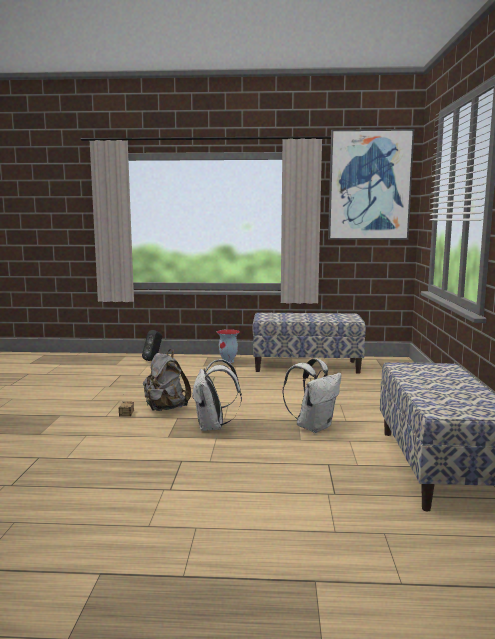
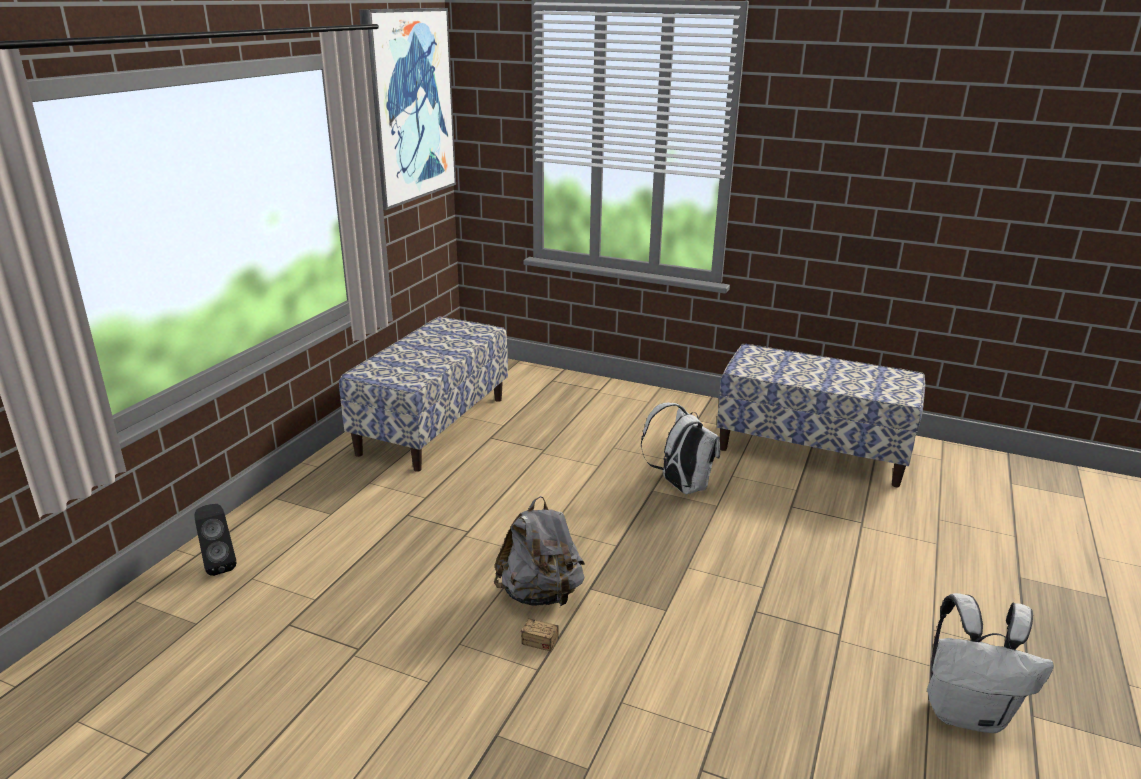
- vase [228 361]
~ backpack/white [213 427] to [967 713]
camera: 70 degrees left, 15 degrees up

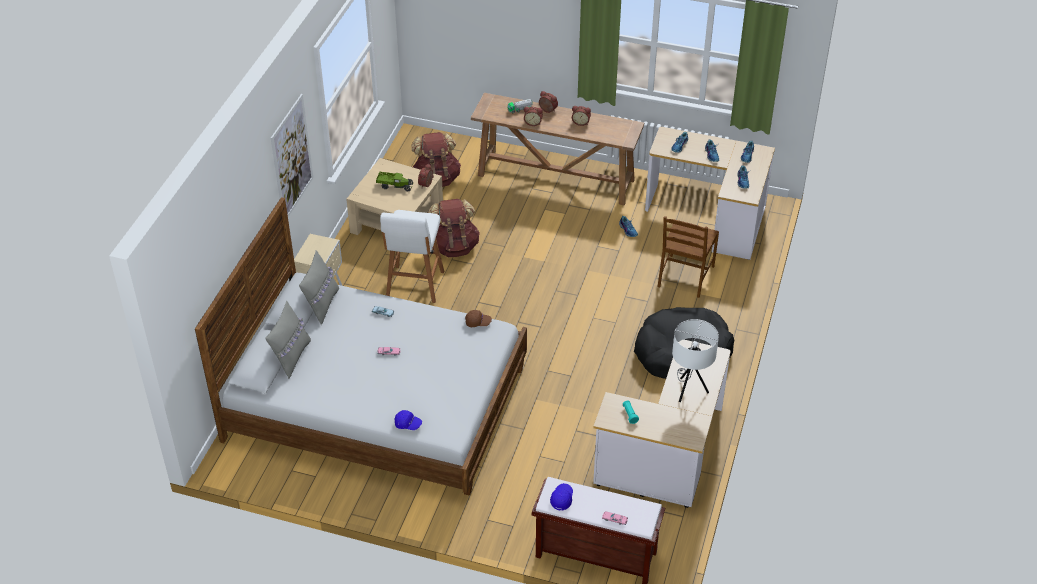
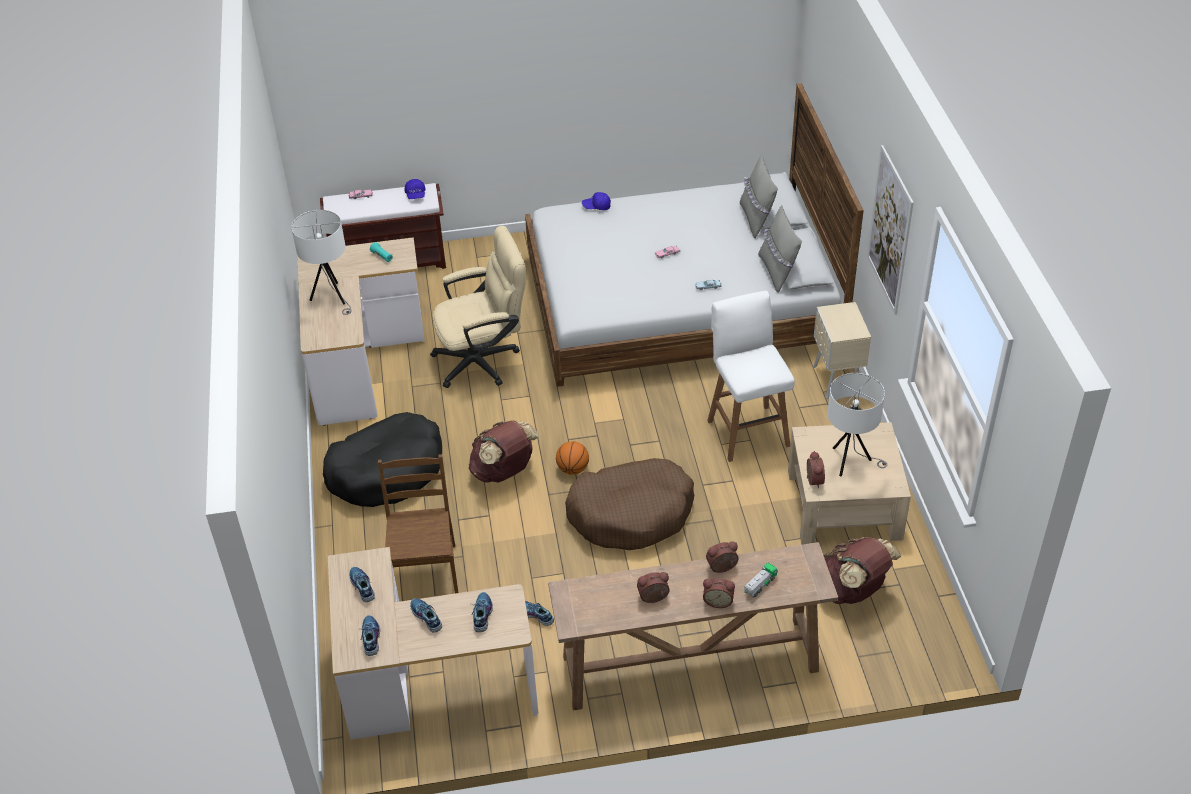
- cap/brown [478 322]
+ office chair/beige [484 360]
+ basketball [573 469]
+ dog bed/brown [631 513]
~ backpack/brown [454 246] to [504 472]
~ toy truck [395 186] to table lamp/white [850 462]
camera: 155 degrees right, 0 degrees up

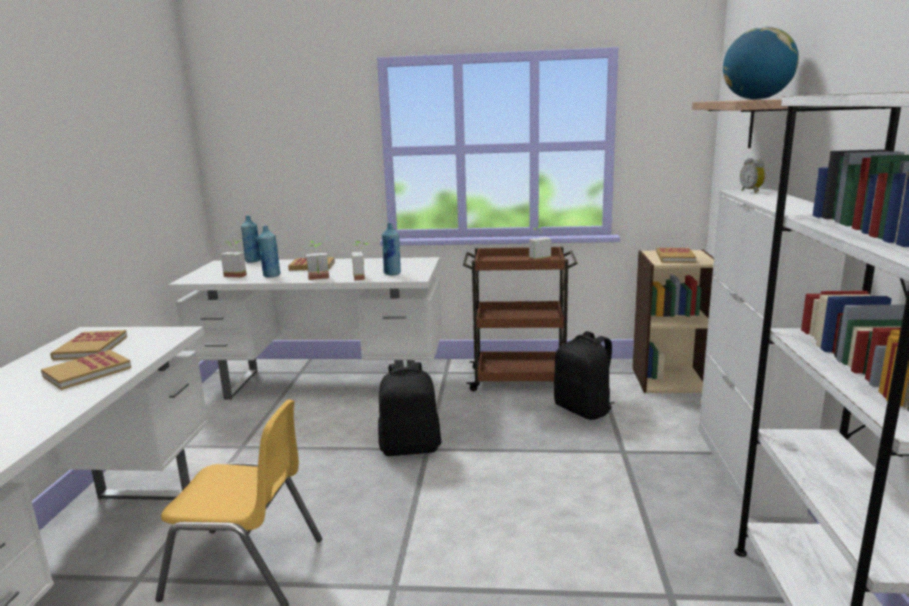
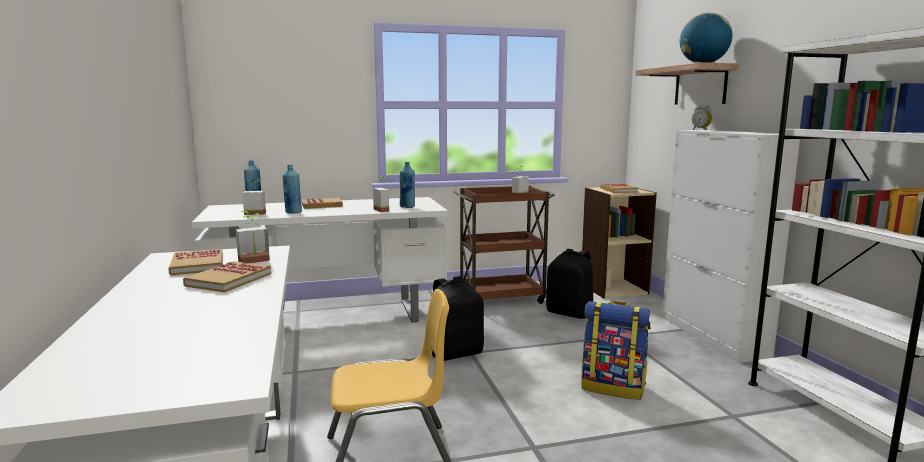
+ backpack [613 387]
~ potted plant [319 278] to [255 262]
camera: 20 degrees left, 5 degrees down

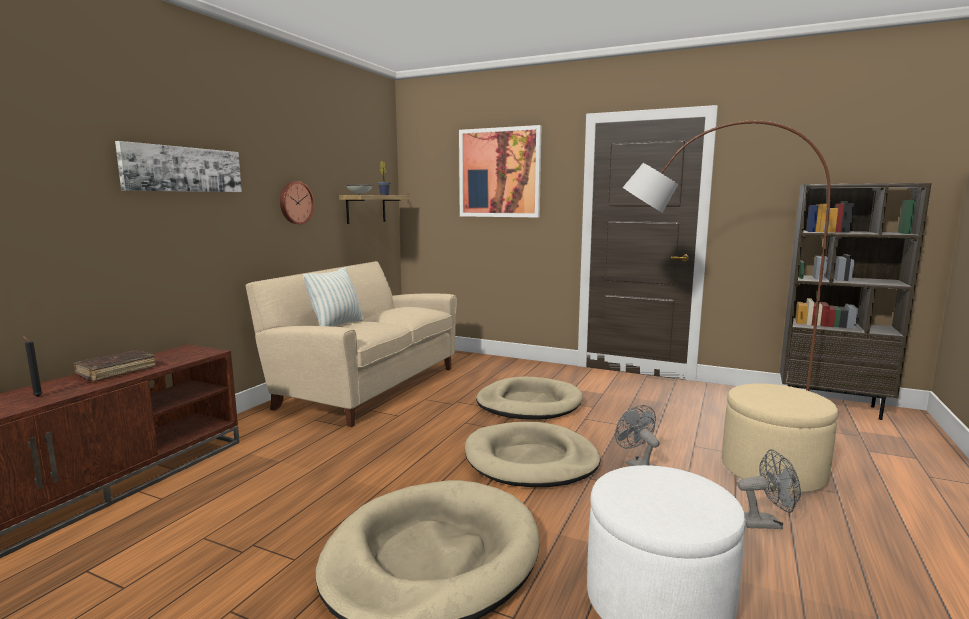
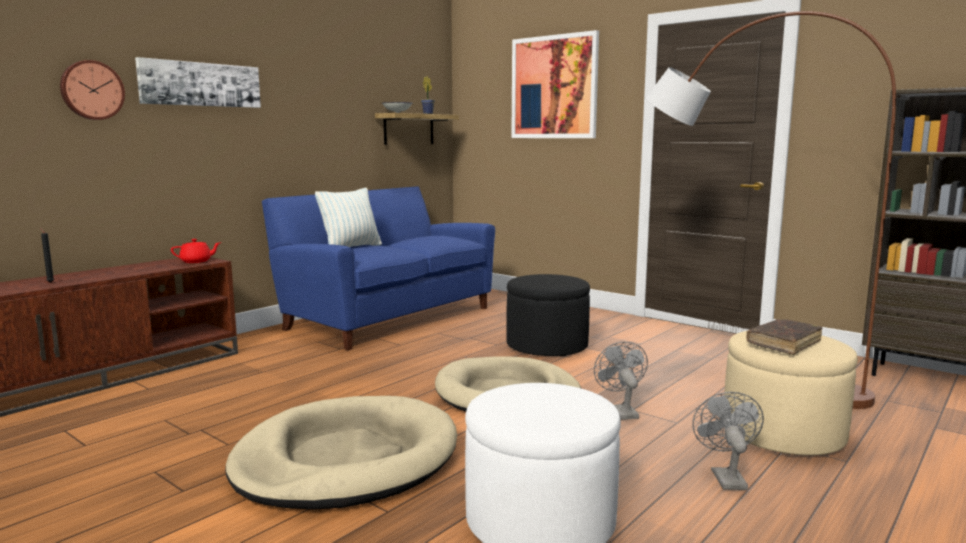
+ teapot/red [196 261]
~ book/brown [117 371] to [783 343]
~ wall clock [295 202] to [91 90]
~ dog bed/beige [529 403] to ottoman/black [547 346]
~ sofa/beige [367 387] to sofa/blue [388 318]
~ fan/grey [766 523] = [725 477] 105 degrees counterclockwise
camera: 15 degrees right, 0 degrees up

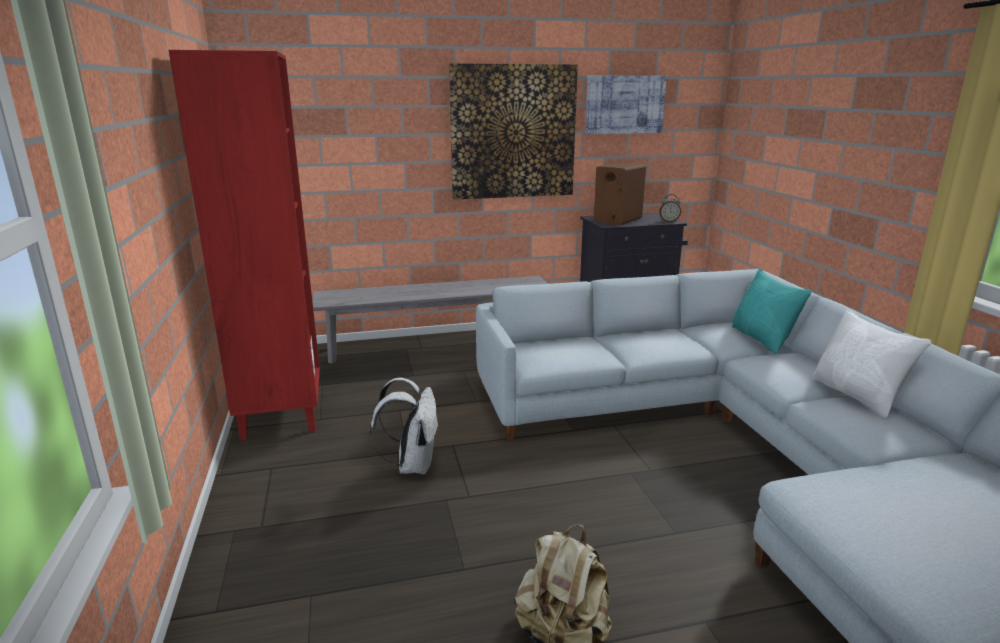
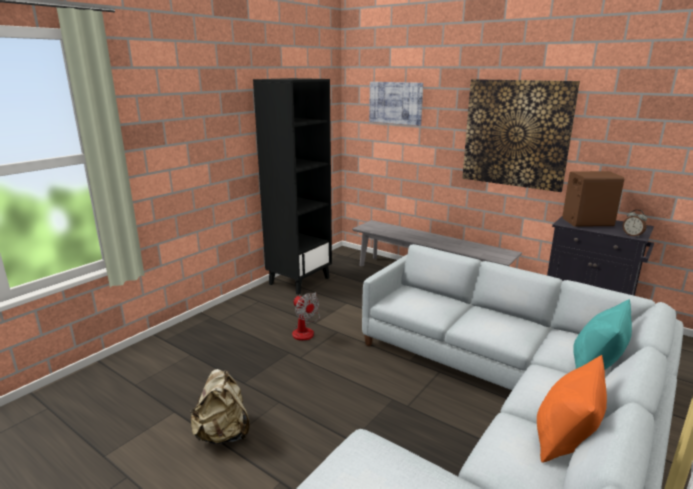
~ picture [624 104] to [395 103]
~ backpack/white [412 465] to fan [305 330]
~ bookcase/red [281 415] to bookcase/black [299 280]
~ pillow/white [857 396] to pillow/orange [565 439]
camera: 50 degrees right, 0 degrees up

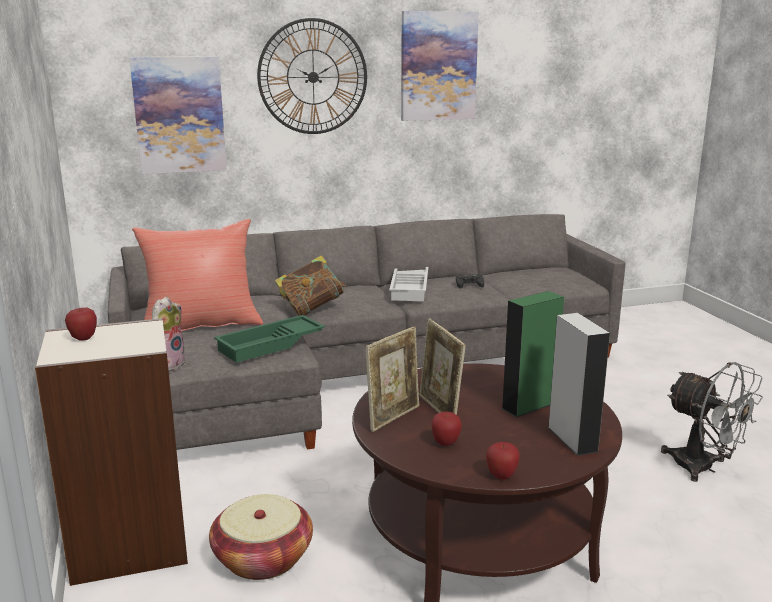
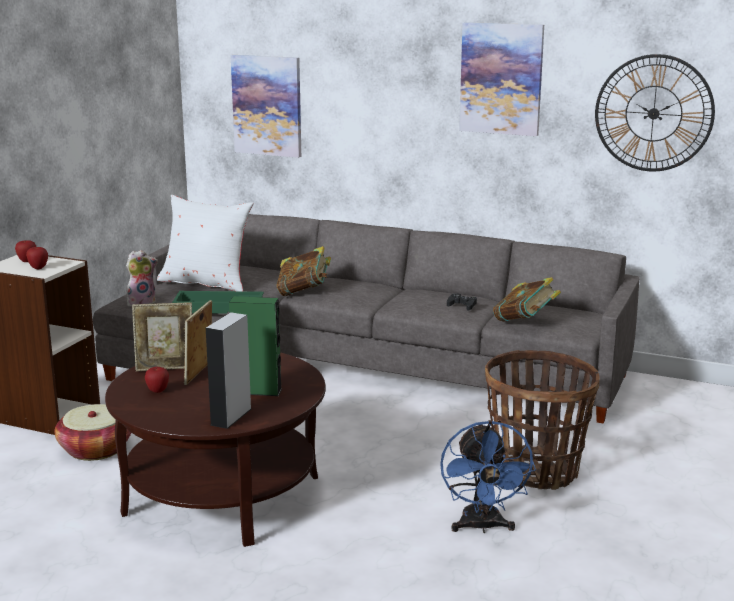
- tray/white [411 288]
+ basket [536 471]
+ book [525 323]
~ wall clock [313 77] to [653 113]
~ apple [501 476] to [38 268]
~ pillow/red [201 325] to pillow/white [206 283]
~ fan/grey [703 468] to fan/blue [482 527]
camera: 40 degrees right, 0 degrees up

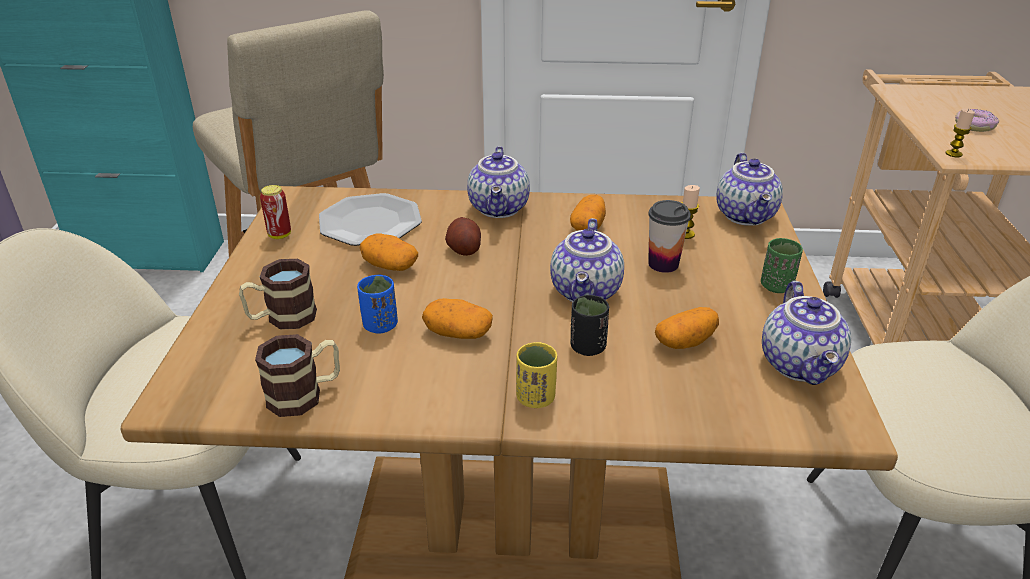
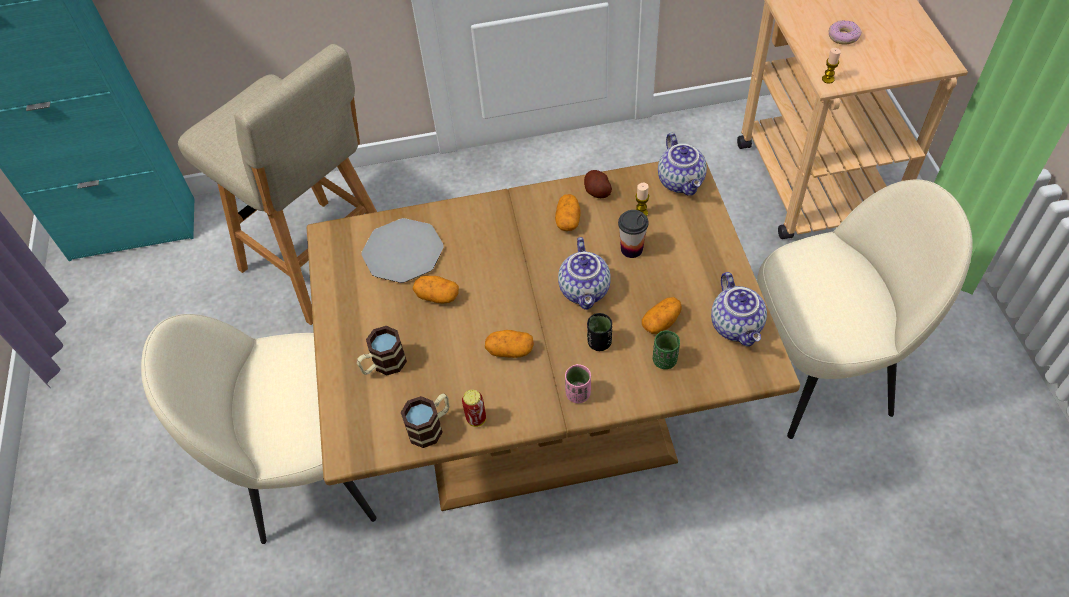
- cup/blue [380 325]
- teapot [500 209]
~ can [280 235] to [476 419]
~ potato [464 249] to [597 191]
~ cup/green [776 286] to [664 360]
~ cup/yellow [535 398] to cup/pink [578 394]
camera: 10 degrees left, 20 degrees up

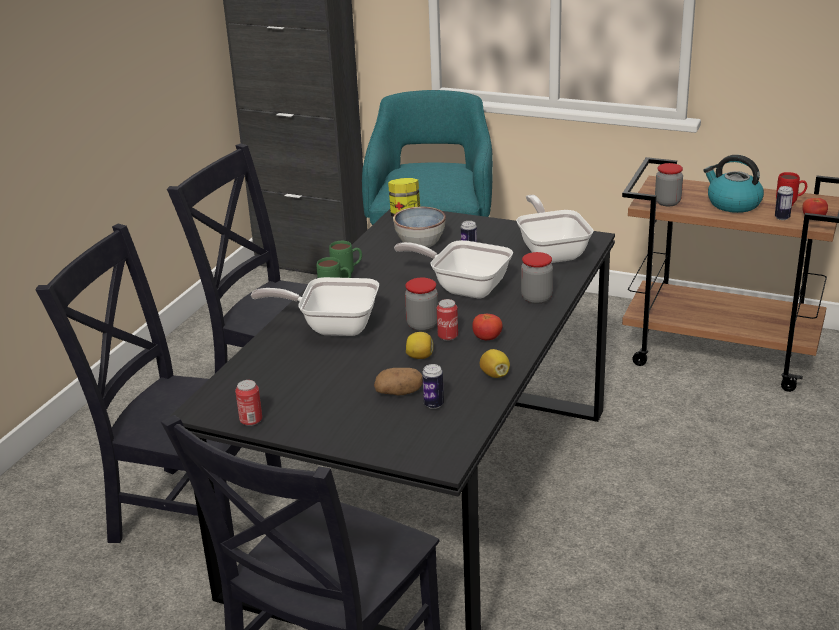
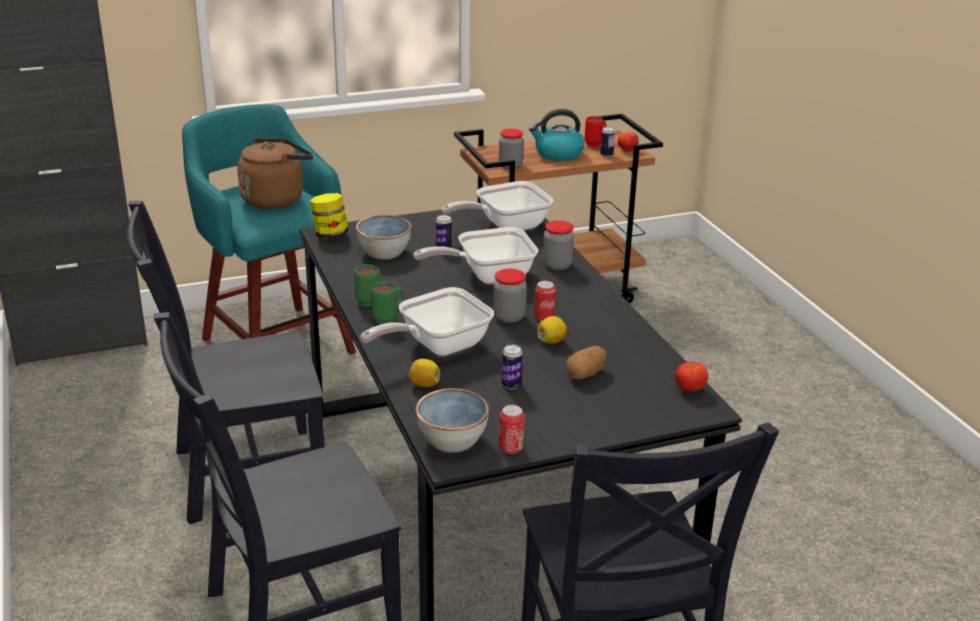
+ kettle/brown [276 199]
+ bowl [451 440]
~ can [433 404] to [511 385]
~ tomato [487 339] to [689 389]
~ lemon [495 375] to [424 384]
~ frying pan [551 252] = [505 226] 60 degrees counterclockwise
camera: 45 degrees left, 0 degrees up

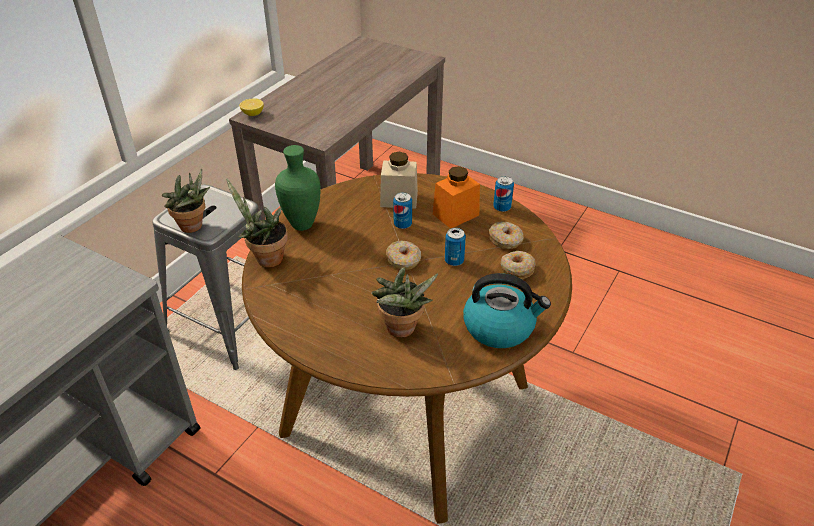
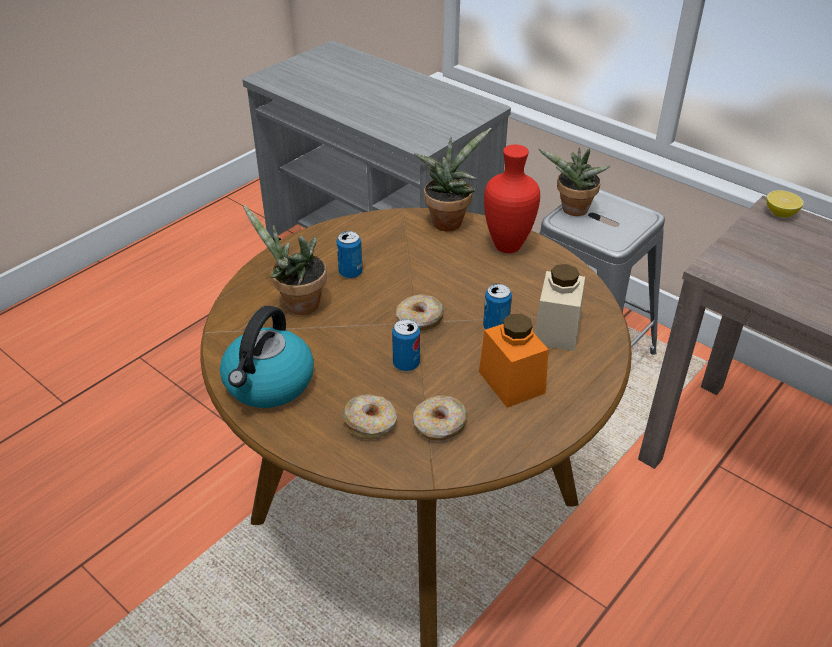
~ can [502 207] to [350 273]
~ vase/green [302 224] to vase/red [509 246]
camera: 100 degrees right, 0 degrees up

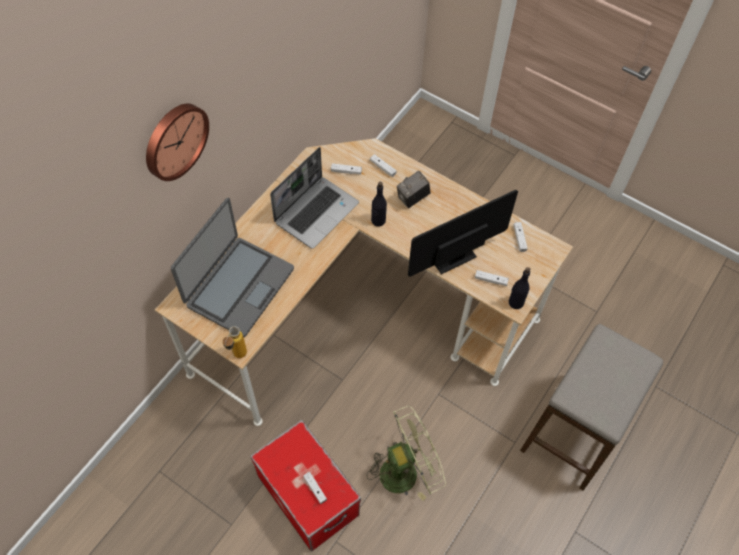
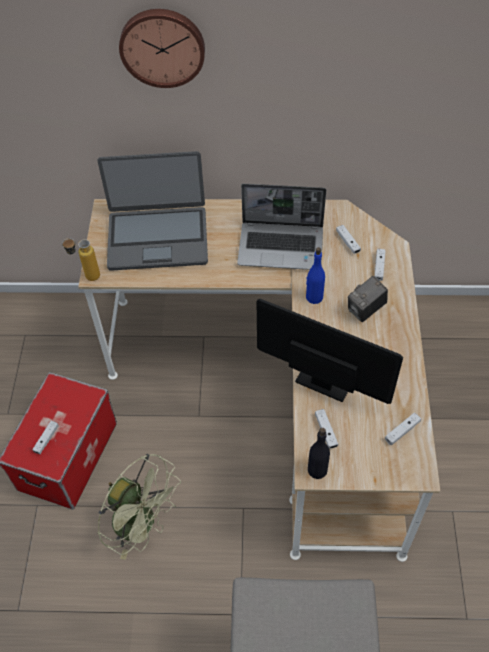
~ bottle/black [378 220] to bottle/blue [314 297]
~ photo camera [412 198] = [365 310] 60 degrees counterclockwise
camera: 60 degrees right, 5 degrees down

